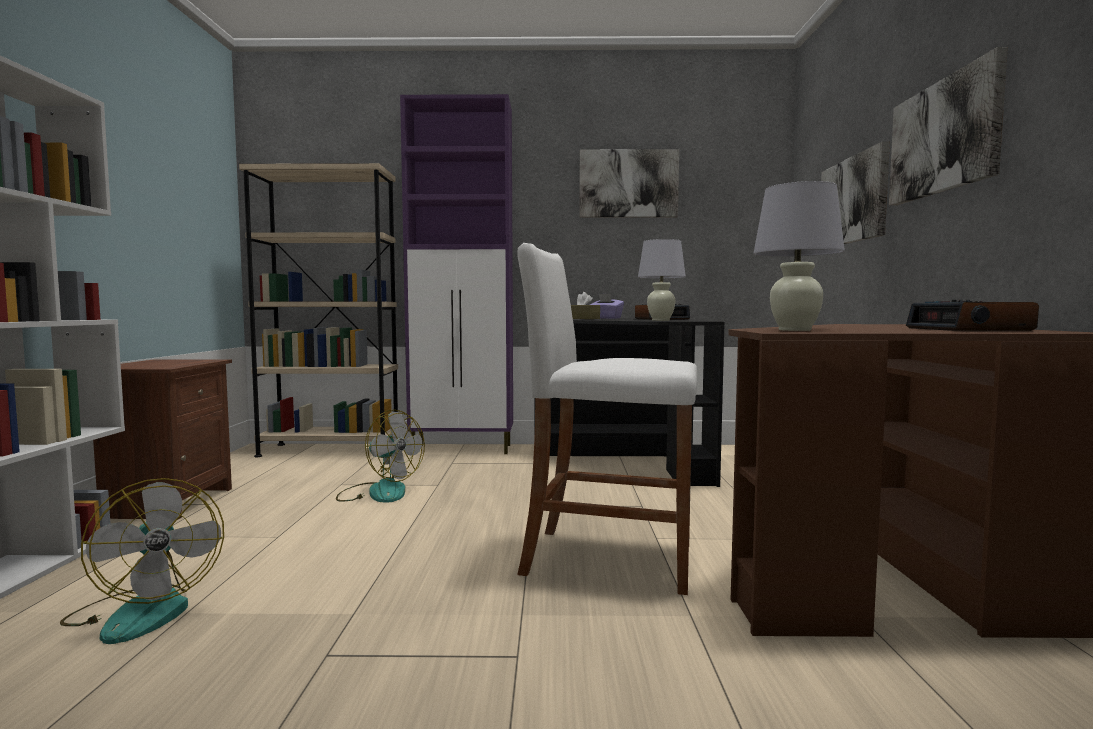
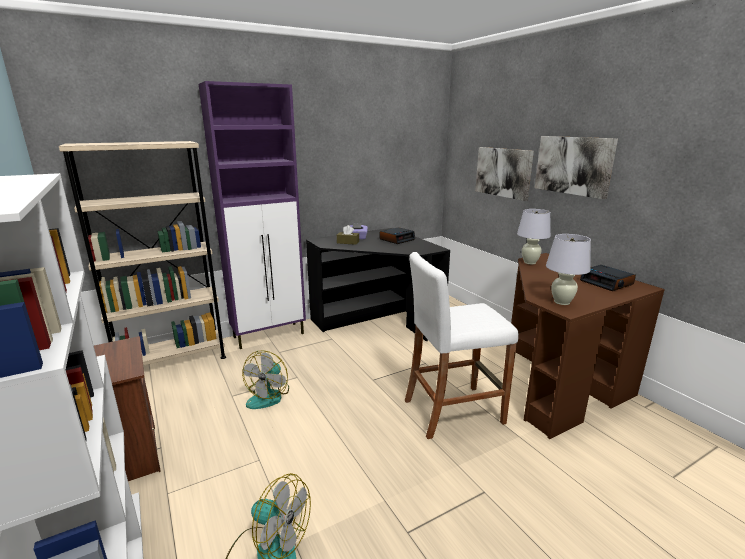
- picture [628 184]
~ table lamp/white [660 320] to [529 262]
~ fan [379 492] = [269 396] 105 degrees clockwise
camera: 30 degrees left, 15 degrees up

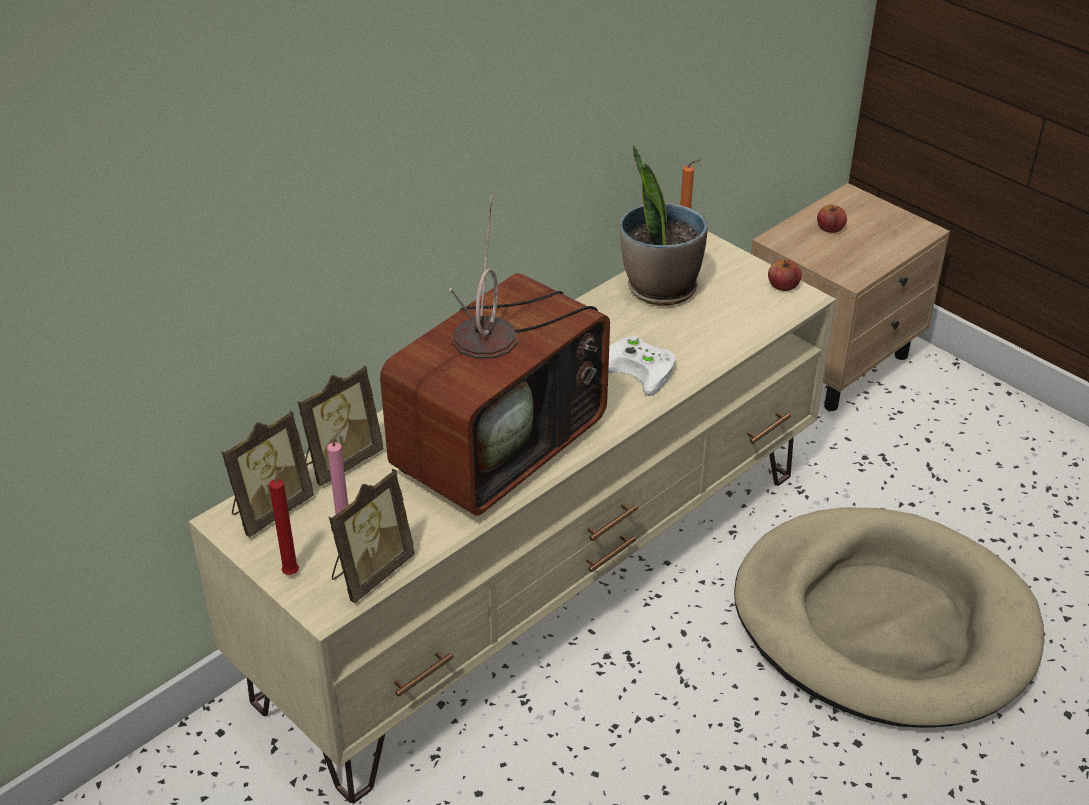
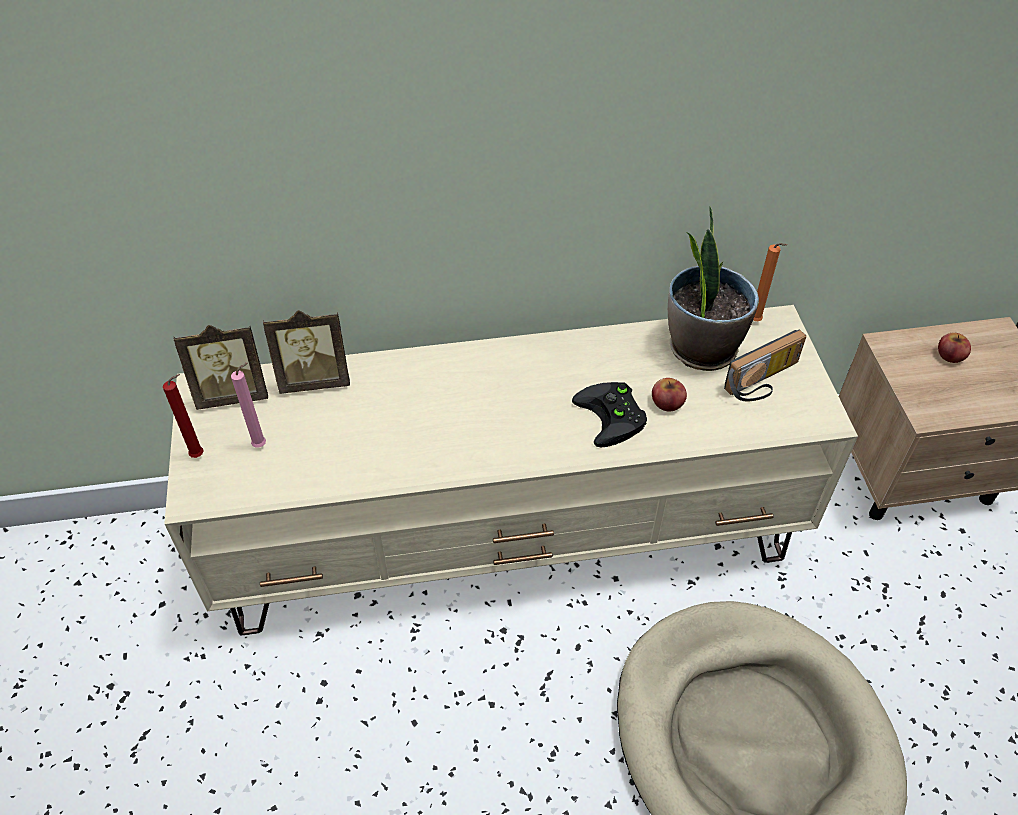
- picture frame [370 572]
- television [499 443]
+ radio [764 382]
~ apple [783 284] to [667 402]
~ game controller/white [641 369] to game controller/black [614 417]
camera: 35 degrees right, 10 degrees up

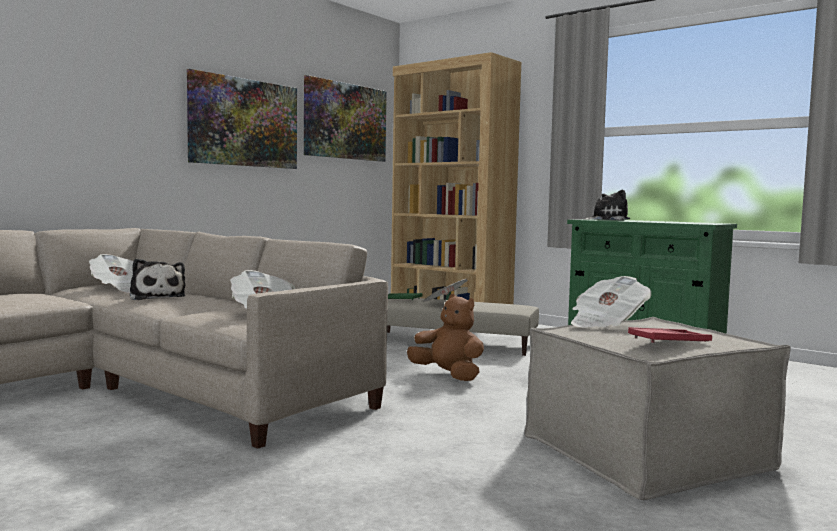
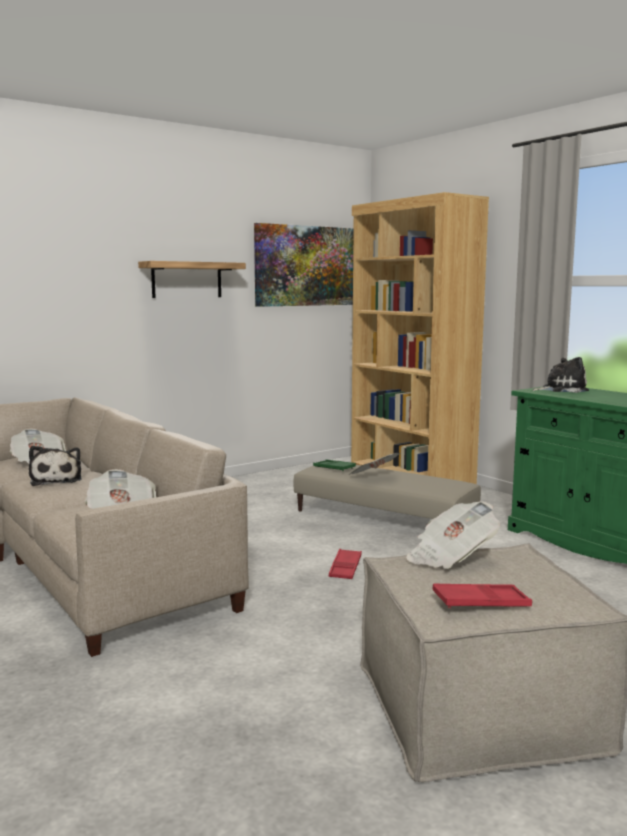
~ picture [244 122] to shelf [187 280]
~ plush toy/brown [448 375] to tray/red [345 568]
camera: 15 degrees right, 5 degrees up

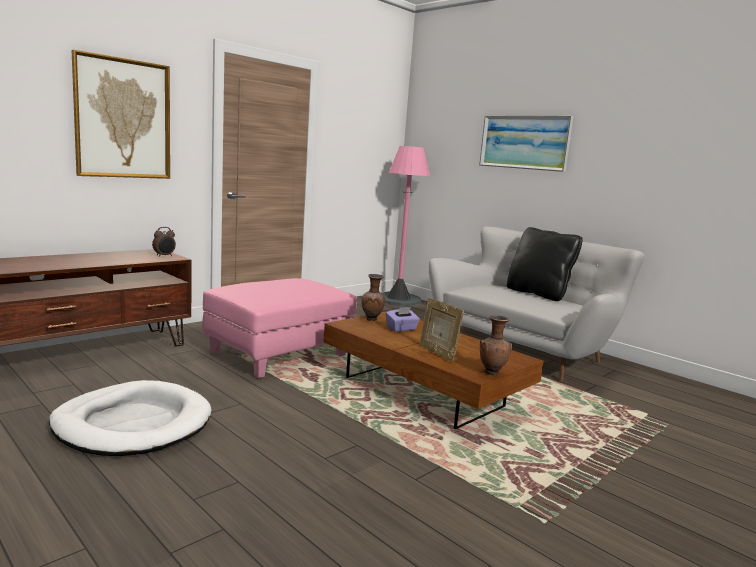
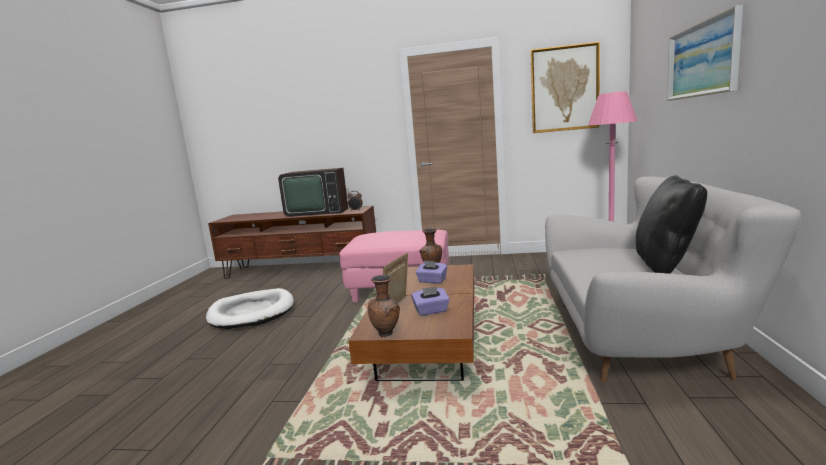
+ television [317 212]
+ tissue box/purple [431 311]
~ picture [123 119] to [564 89]
camera: 55 degrees right, 0 degrees up

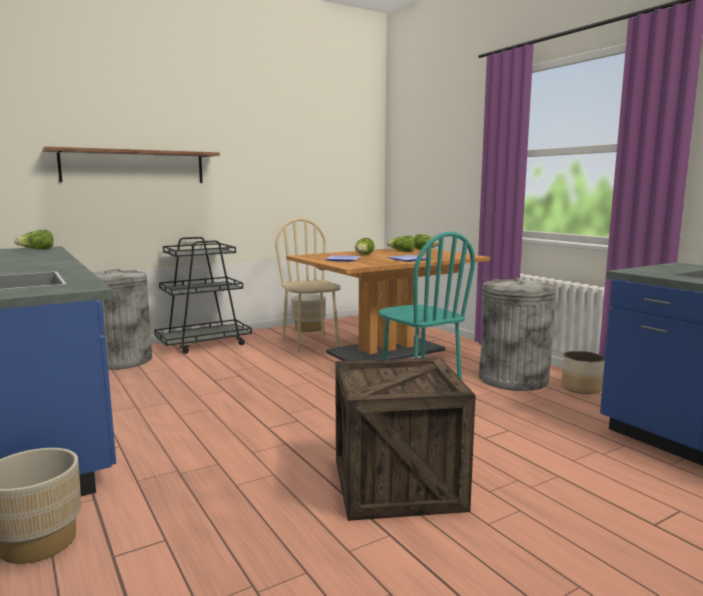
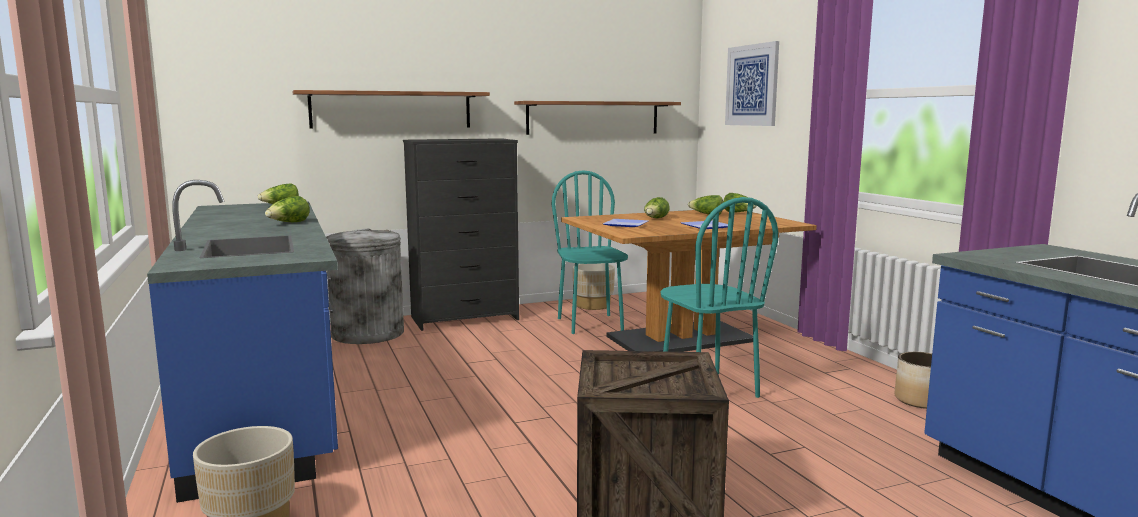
- trash can/grey [512 379]
+ lettuce [289 223]
+ shelf [593 118]
+ picture [752 85]
~ cart/black [204 343] to dresser/black [466 318]
~ chair/beige [310 343] to chair/turquoise [590 324]
camera: 10 degrees right, 0 degrees up

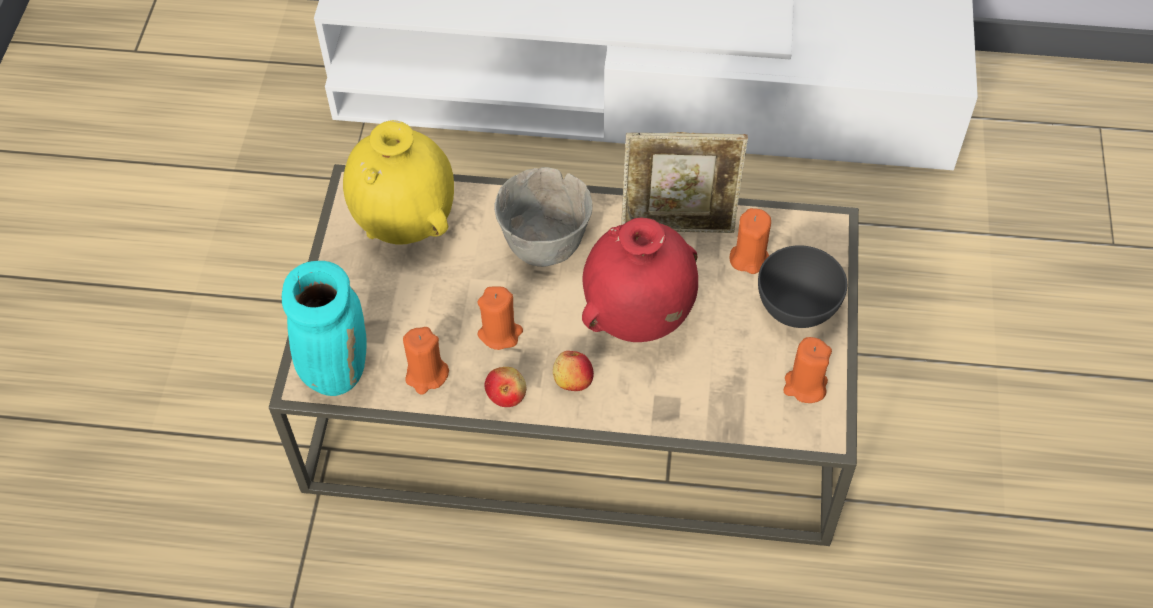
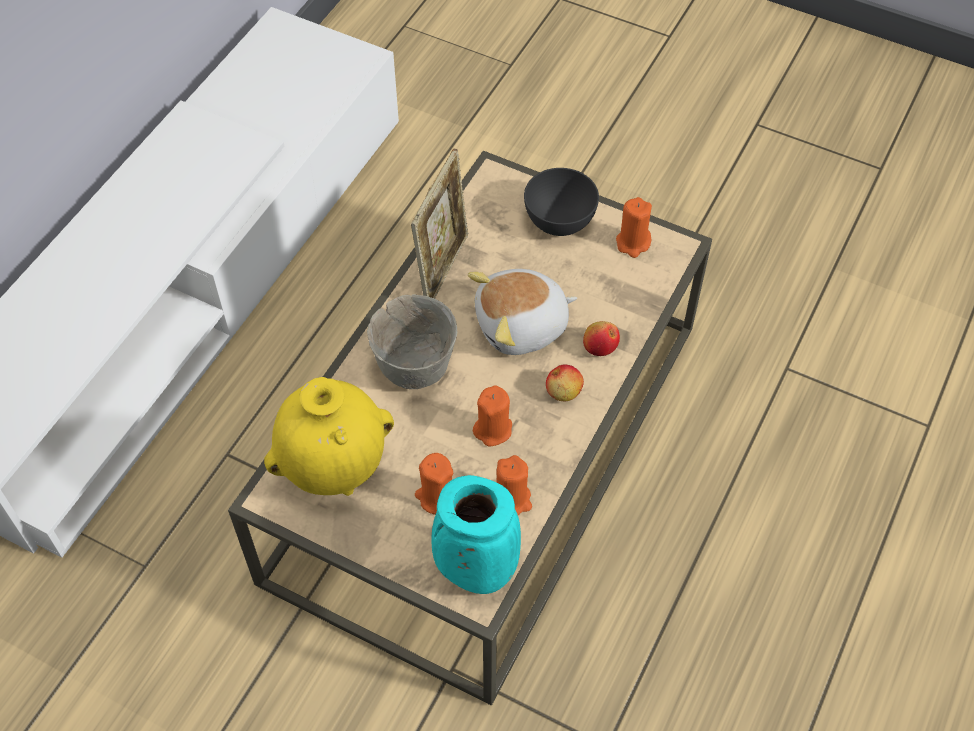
~ apple [506 394] to [600 346]
~ candle/orange [749 257] to [436 497]
~ vase/red [638 318] to plush toy [522 326]
camera: 70 degrees left, 0 degrees up

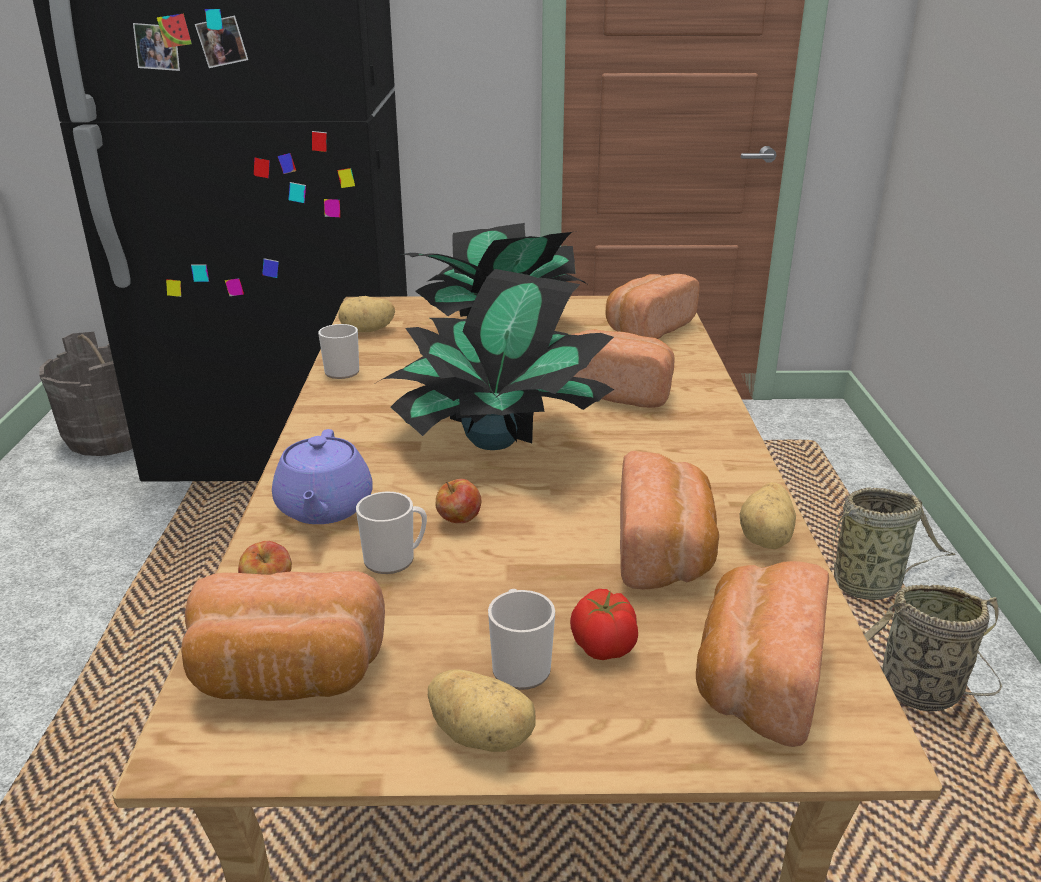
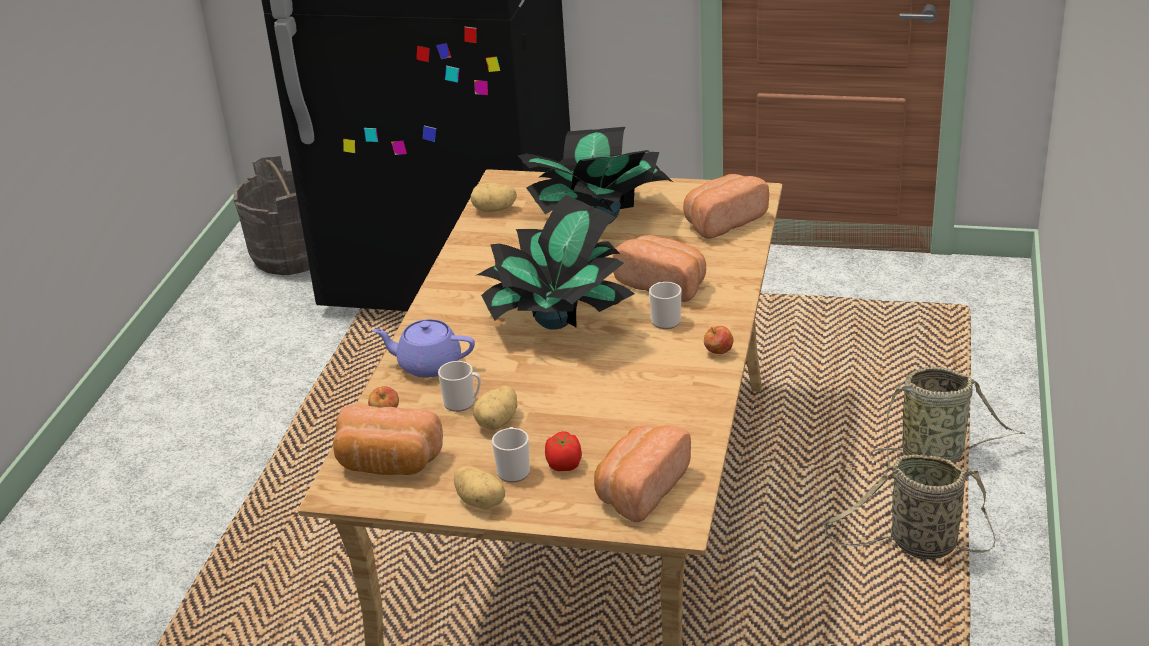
- bread [665 552]
~ mug [340 370] to [665 319]
~ apple [459 521] to [718 352]
~ potato [767 538] to [498 422]
~ teapot/purple [324 508] = [428 365] 90 degrees clockwise
camera: 15 degrees right, 5 degrees up

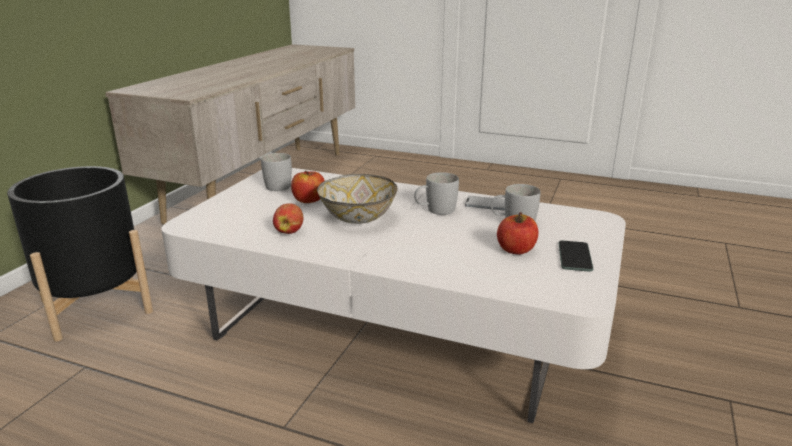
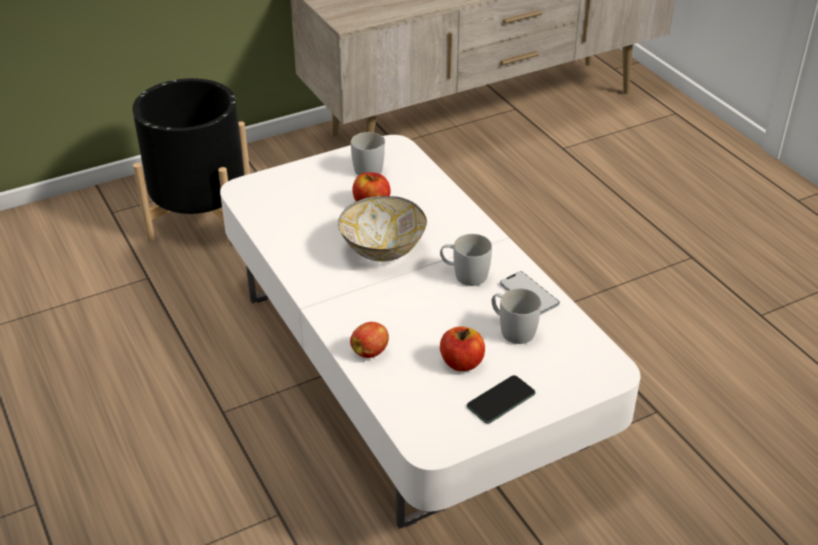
~ apple [289 231] to [370 351]
camera: 40 degrees right, 15 degrees up

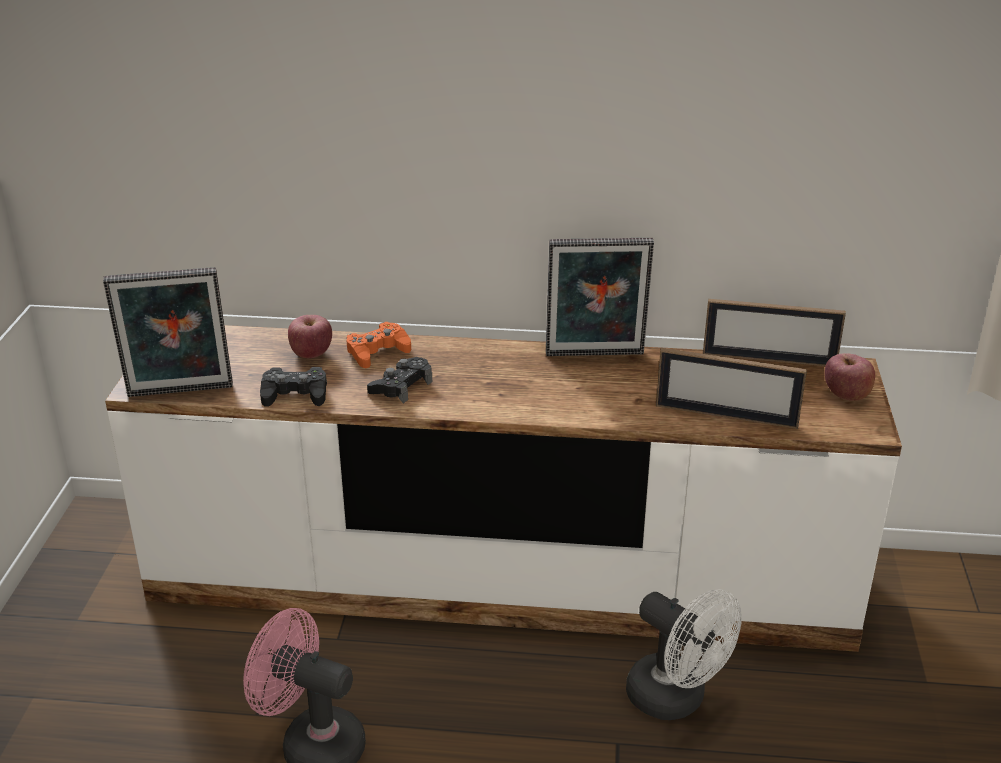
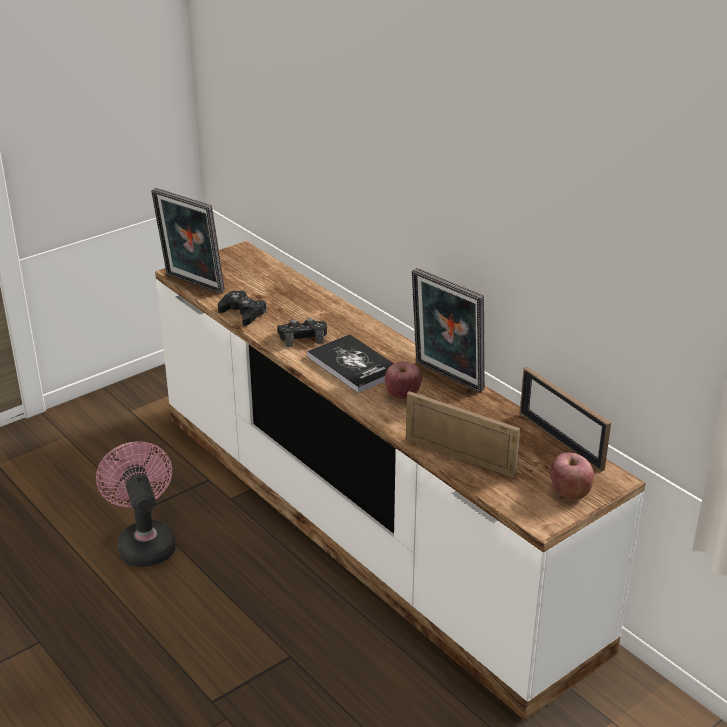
- game controller/orange [377 352]
- fan/white [676 699]
+ book [354 365]
~ apple [311 354] to [403 395]
~ picture frame [726 416] = [459 457] 150 degrees clockwise
camera: 45 degrees right, 0 degrees up

